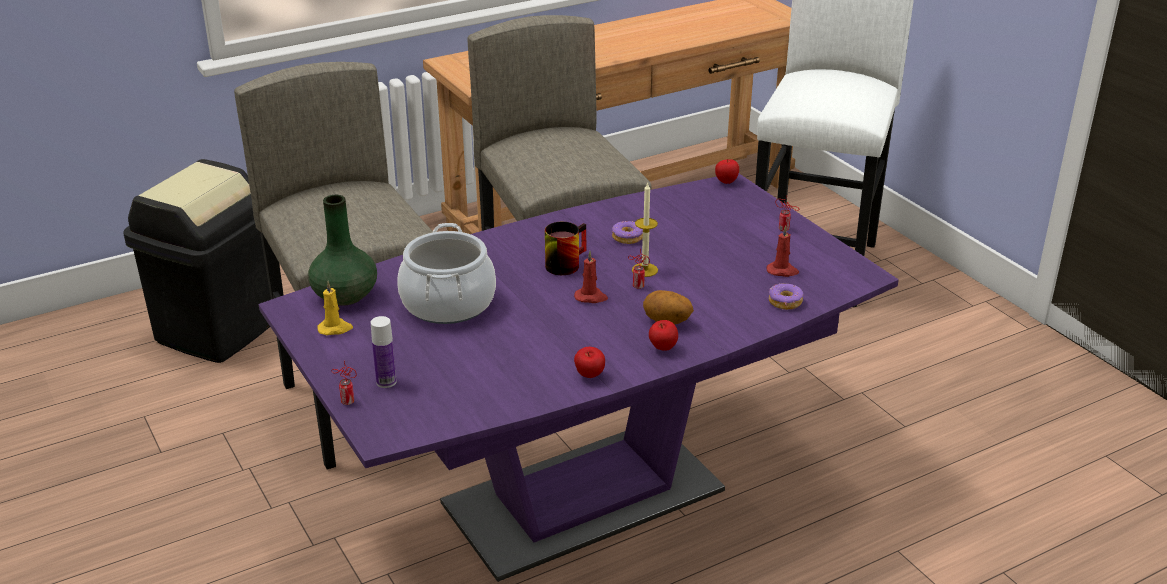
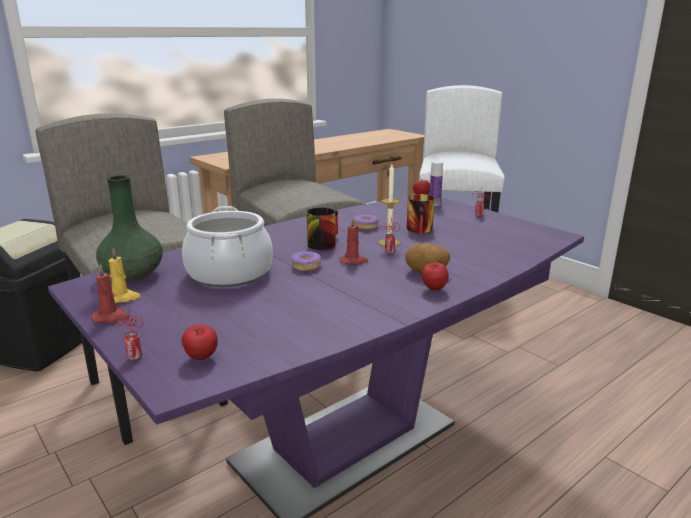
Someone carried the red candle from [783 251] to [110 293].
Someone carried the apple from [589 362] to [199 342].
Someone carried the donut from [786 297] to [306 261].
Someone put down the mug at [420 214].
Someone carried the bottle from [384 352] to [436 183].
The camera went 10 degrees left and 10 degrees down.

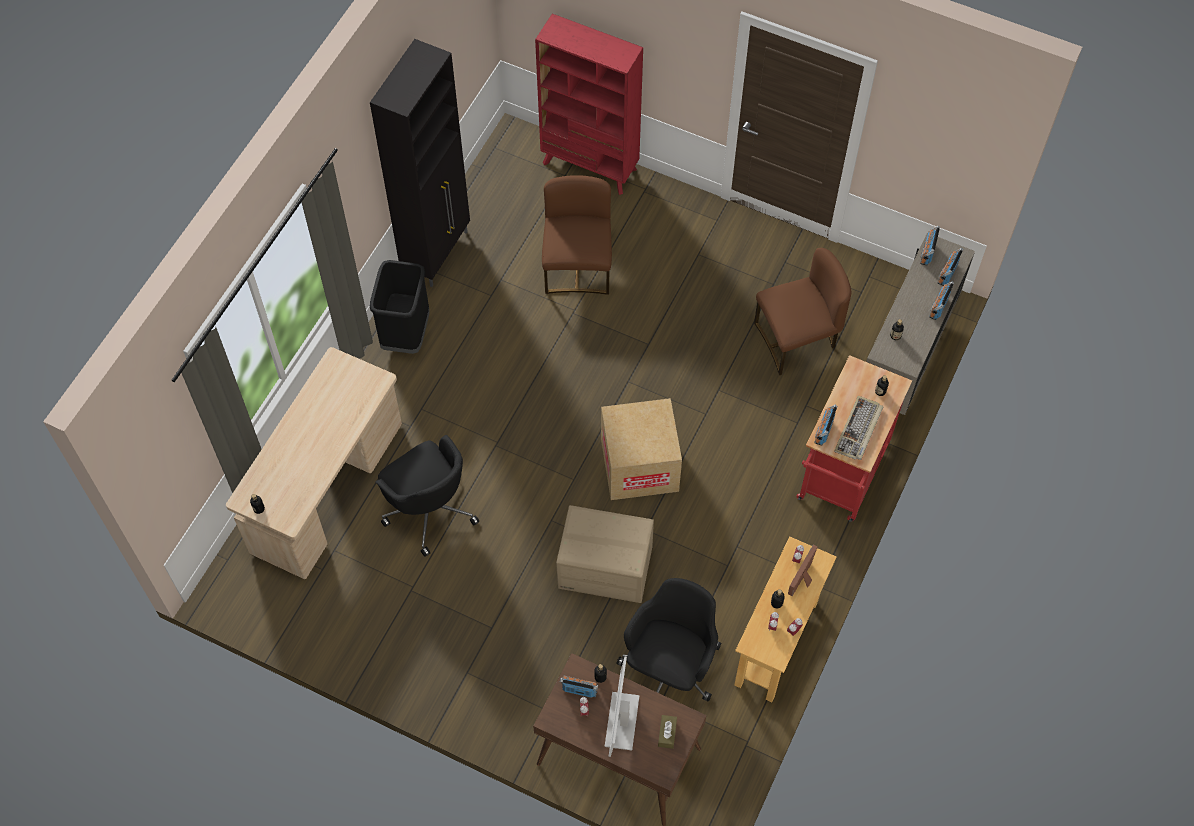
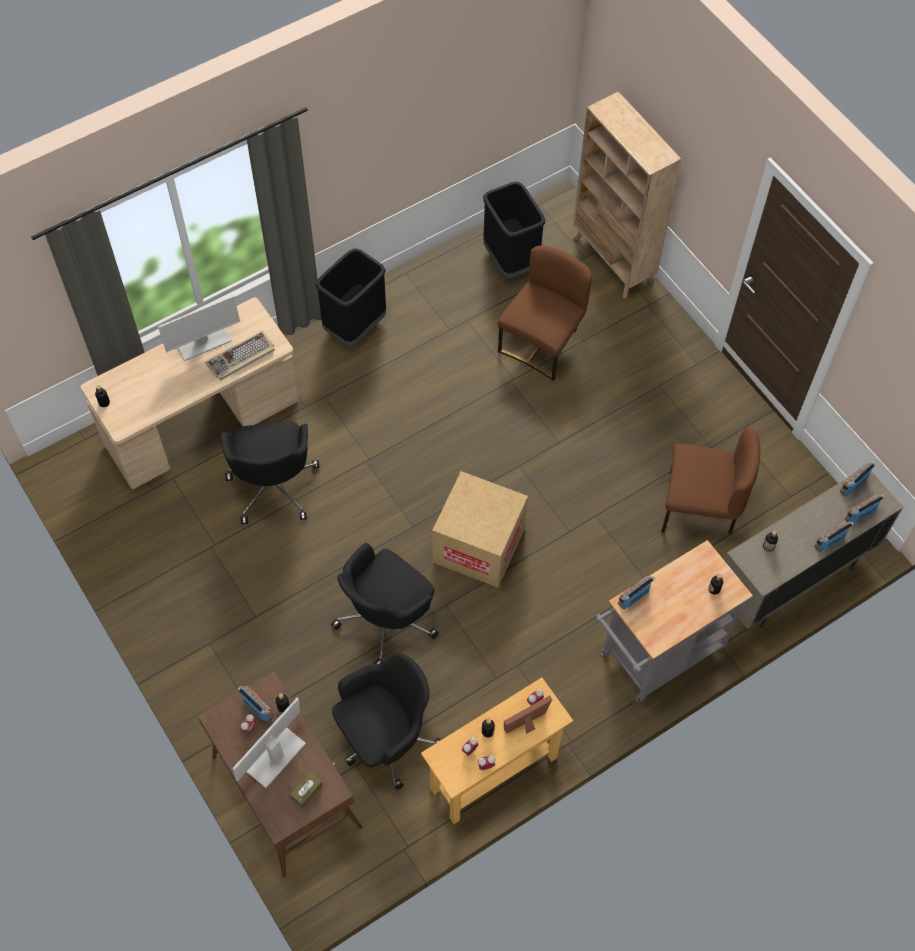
Someone put down the monitor at [199 328].
Someone carried the keyboard from [858 428] to [240 356].
Someone swapped the cardboard box at [605 554] for the black office chair at [384 603].
Someone put down the black trash can at [514 230].
Someone repainted the red bookcase at [589 104], which became the beige bookcase at [627 194].
Someone repainted the red cart at [854 438], which became the grey cart at [674 621].
Someone took away the black cabinet at [420 163].
The camera went 30 degrees right and 0 degrees up.

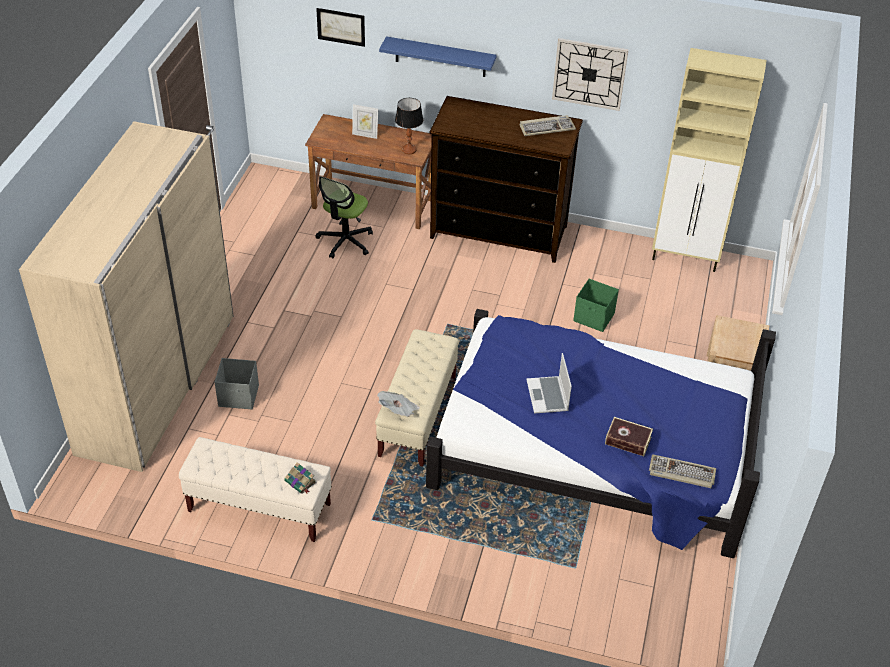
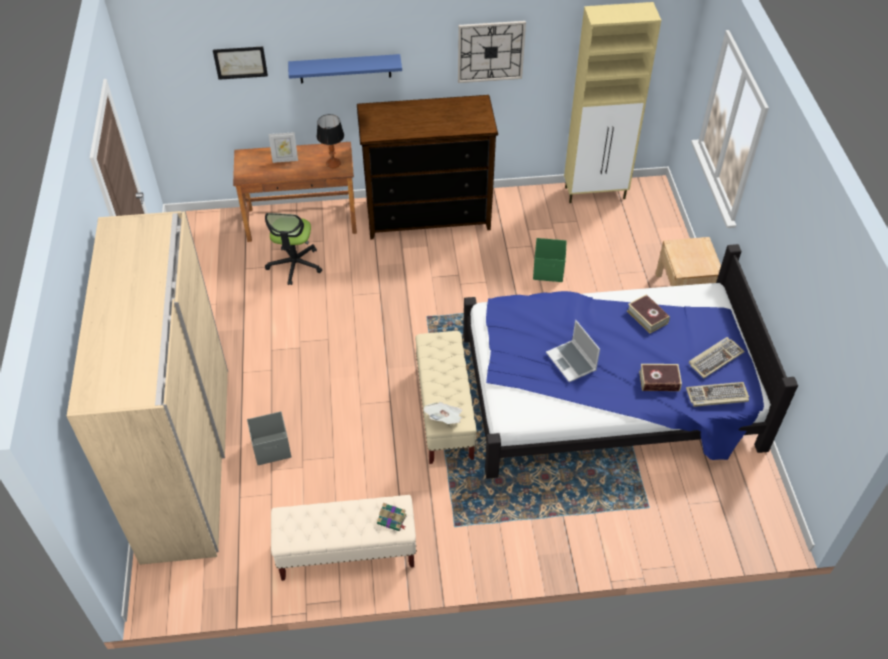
Someone put down the book at [648 314].
Someone carried the keyboard from [548 125] to [717 357].
The camera went 20 degrees left and 5 degrees up.

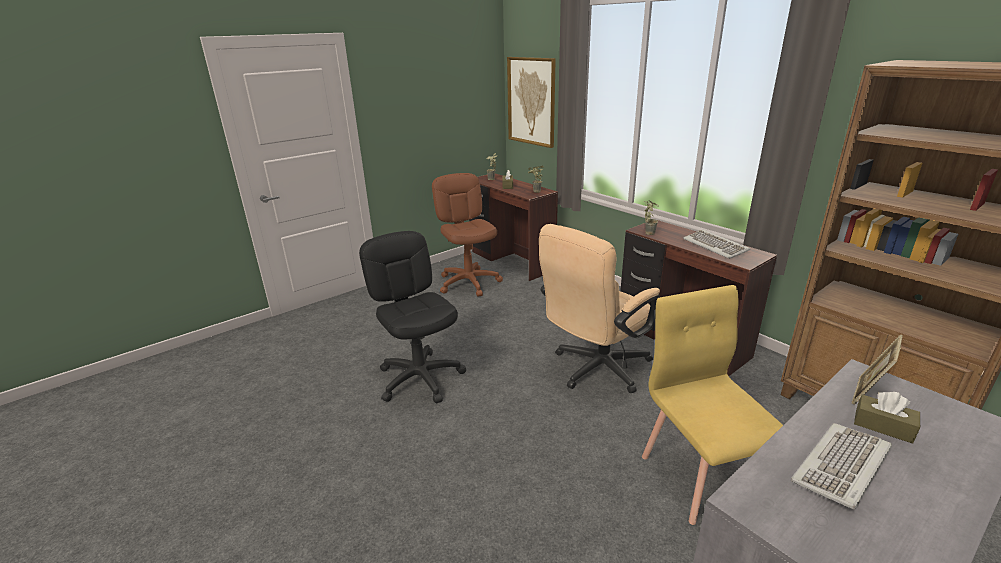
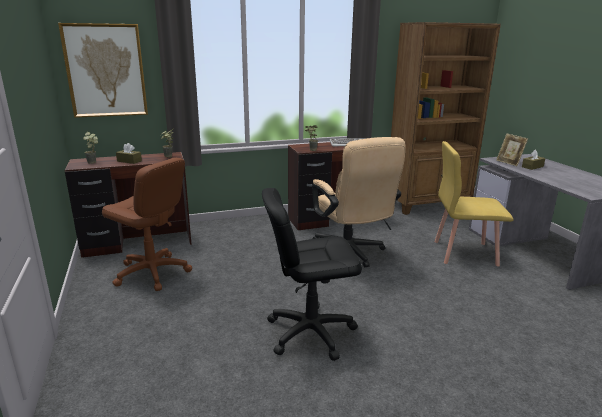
Someone rotated the brown office chair at [467 235] by 150 degrees counterclockwise.
Someone took away the keyboard at [841 466].
The camera went 70 degrees left and 5 degrees down.

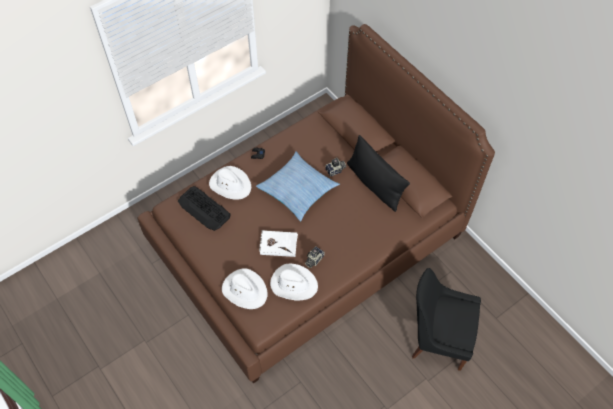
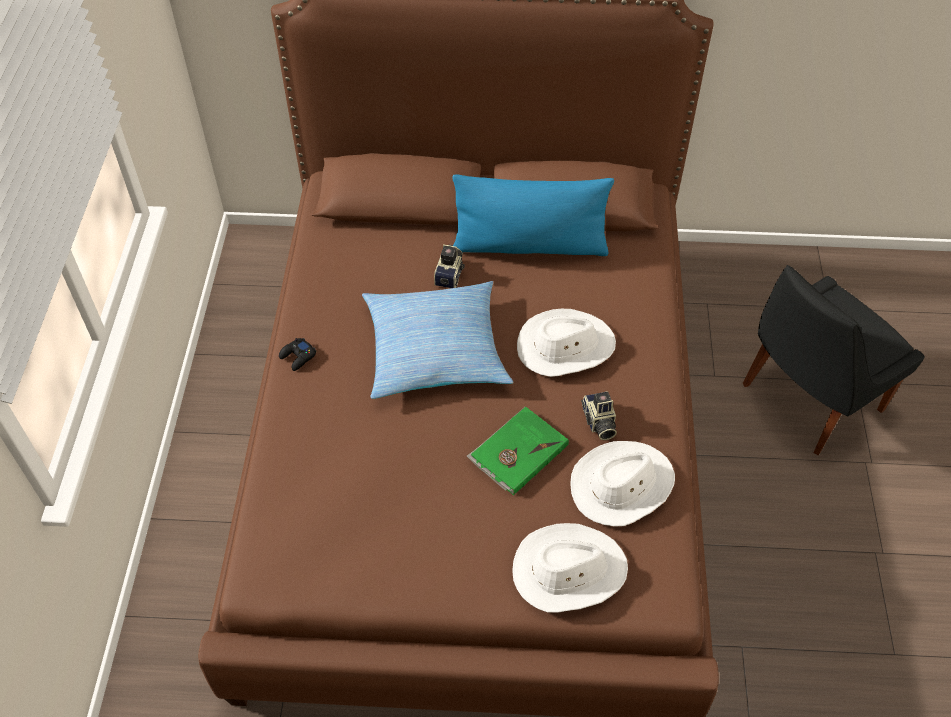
Someone repainted the black pillow at [378 173], which became the blue pillow at [533 215].
Someone repainted the white book at [278 243], which became the green book at [518 451].
Someone carried the white hat from [230 183] to [566 343].
Someone took away the keyboard at [204 208].
The camera went 50 degrees left and 5 degrees down.

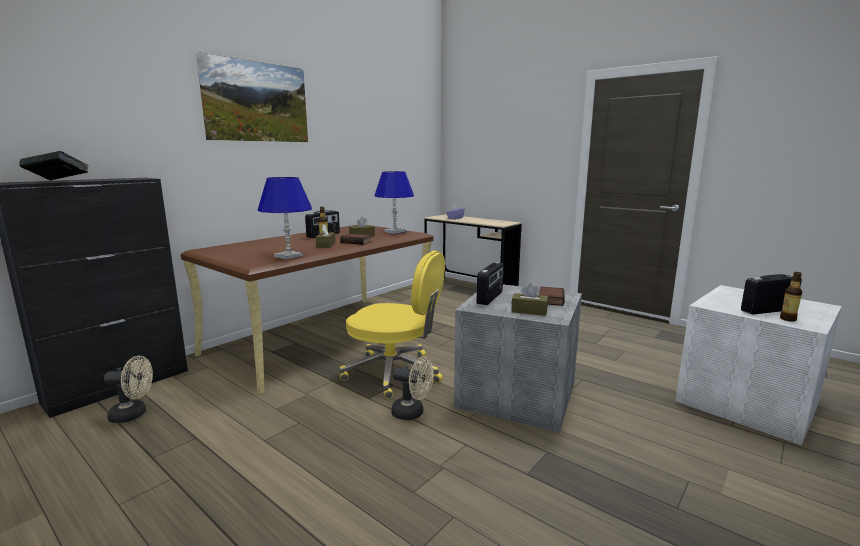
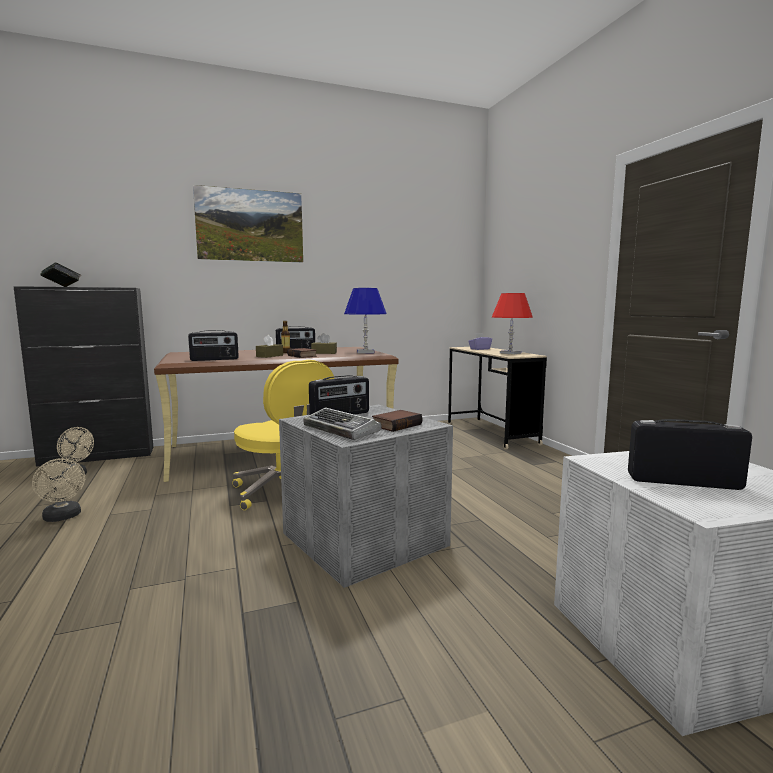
Someone carried the beige fan from [412 388] to [58 490].
Someone swapped the blue table lamp at [285 218] for the radio at [213 345].
Someone swapped the brown tissue box at [529 300] for the keyboard at [342 423].
Someone put down the red table lamp at [512 324].
Someone took away the bottle at [791 297].
The camera went 30 degrees right and 5 degrees down.

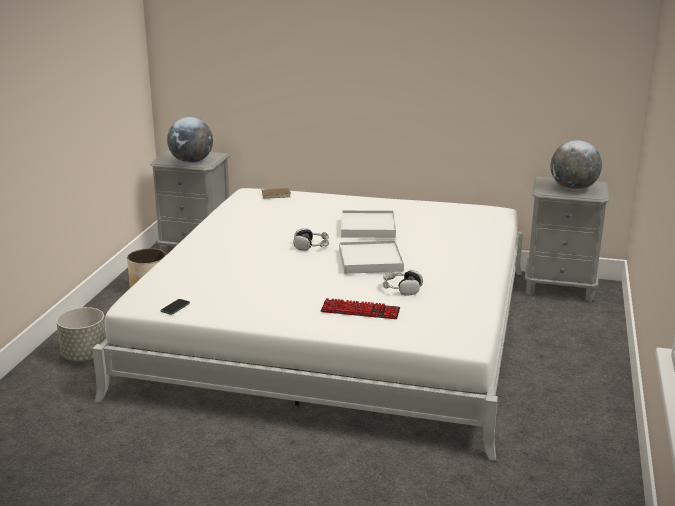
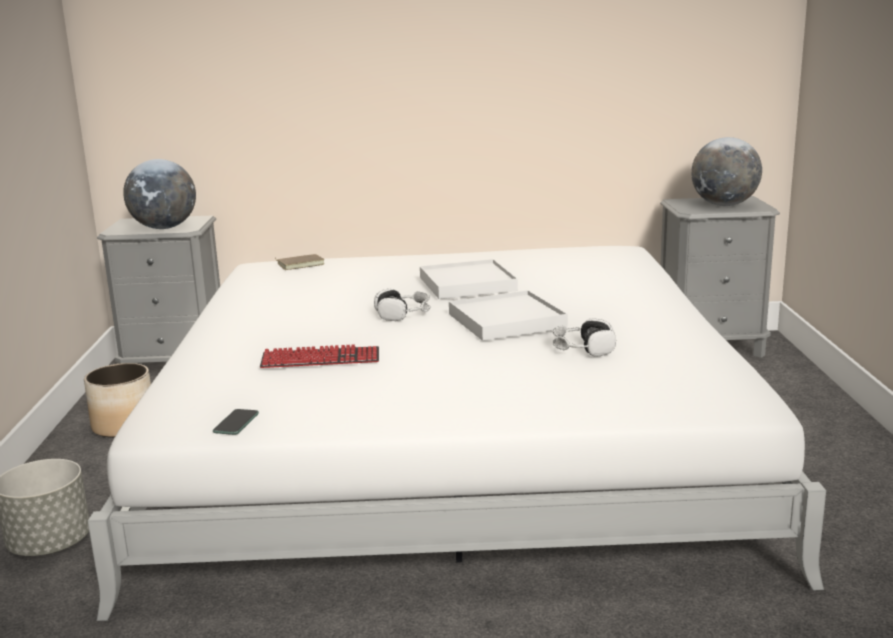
Someone carried the keyboard from [360 308] to [319 356].
The camera went 15 degrees left and 5 degrees down.

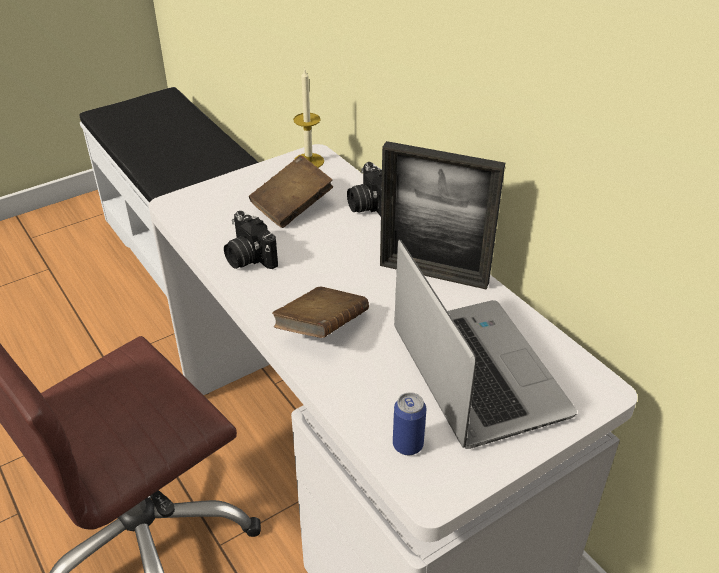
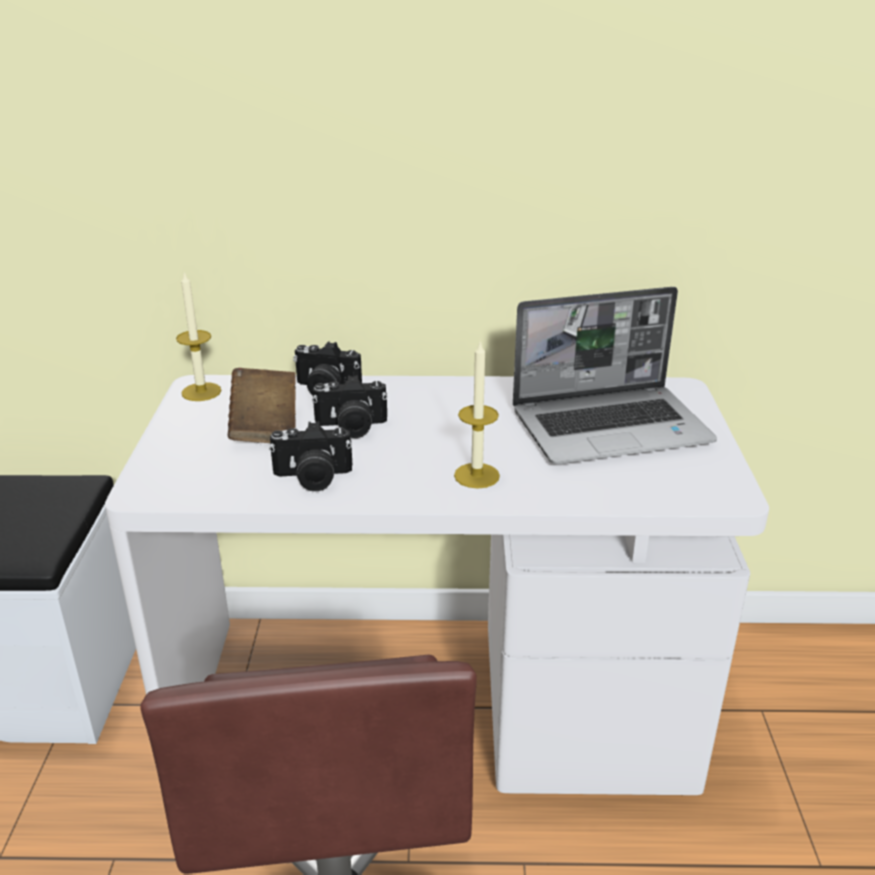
Someone put down the photo camera at [350 406].
Someone swapped the brown book at [320 312] for the candle at [477 414].
Someone rotated the laptop at [485 344] by 150 degrees clockwise.
Someone took away the picture frame at [442 215].
Someone took away the can at [410 423].
The camera went 55 degrees left and 10 degrees down.

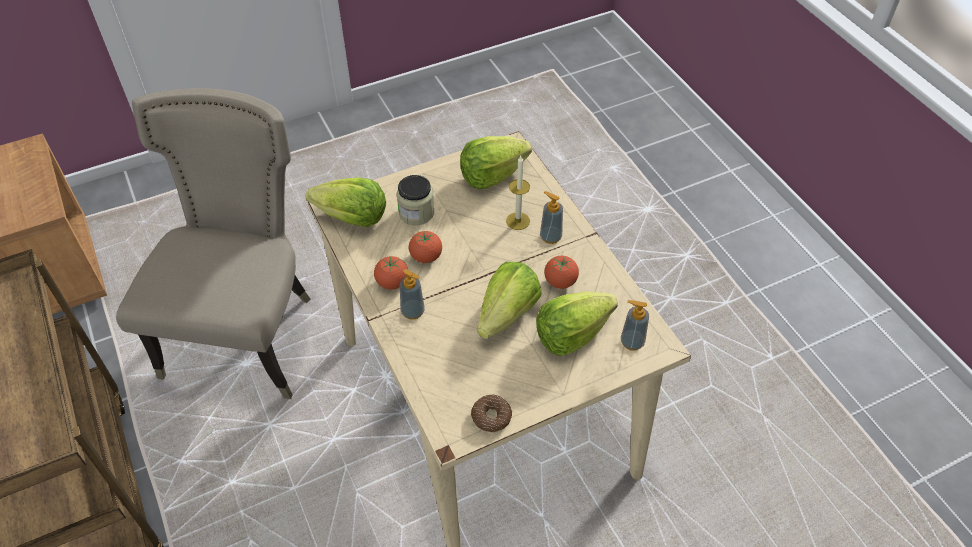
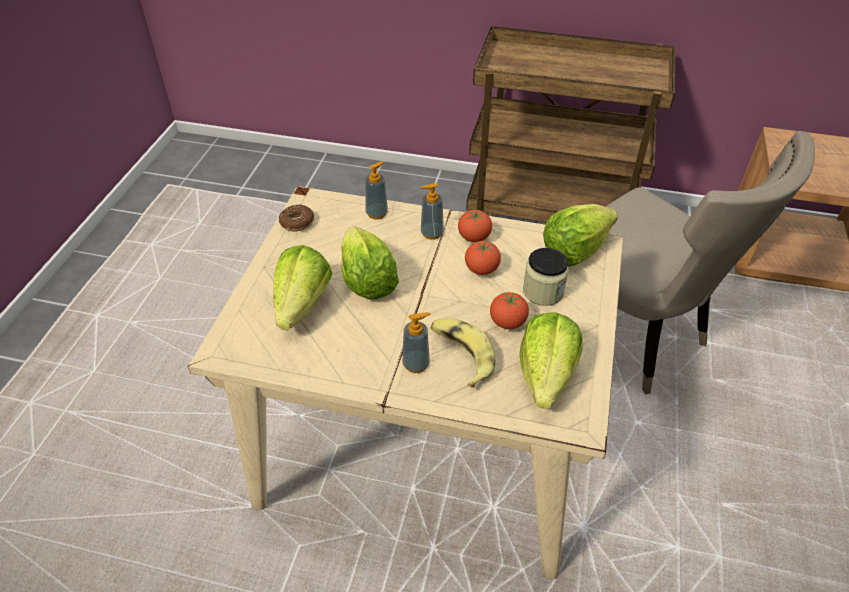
Someone carried the soap dispenser from [635 325] to [376 190].
Someone swapped the candle at [518 193] for the banana at [462 353].
Someone carried the tomato from [561 272] to [509 310].
The camera went 130 degrees right and 5 degrees down.

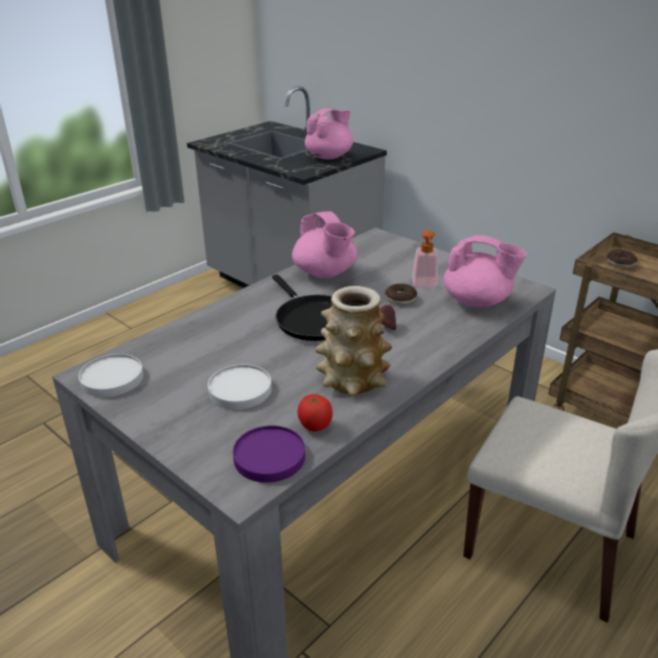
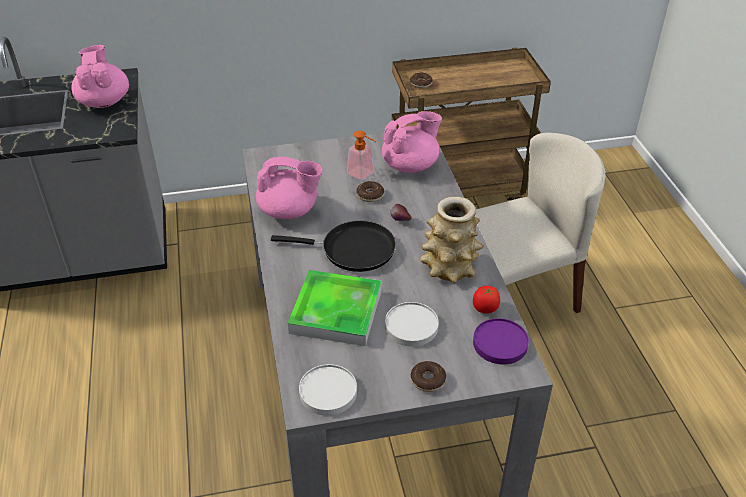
Someone put down the tray at [335 308].
Someone put down the donut at [428 376].
The camera went 55 degrees left and 10 degrees up.

